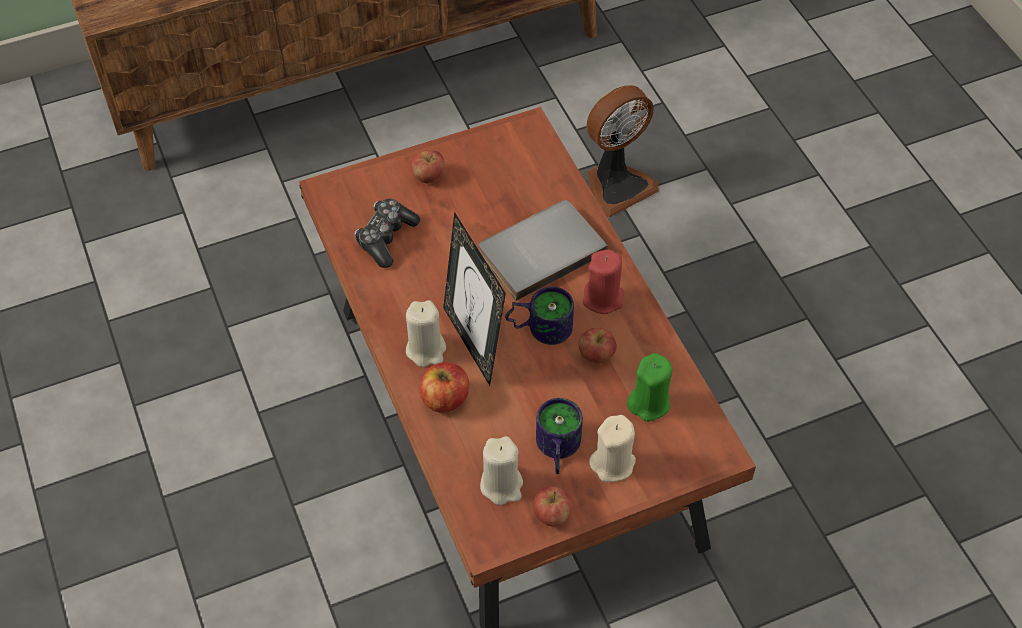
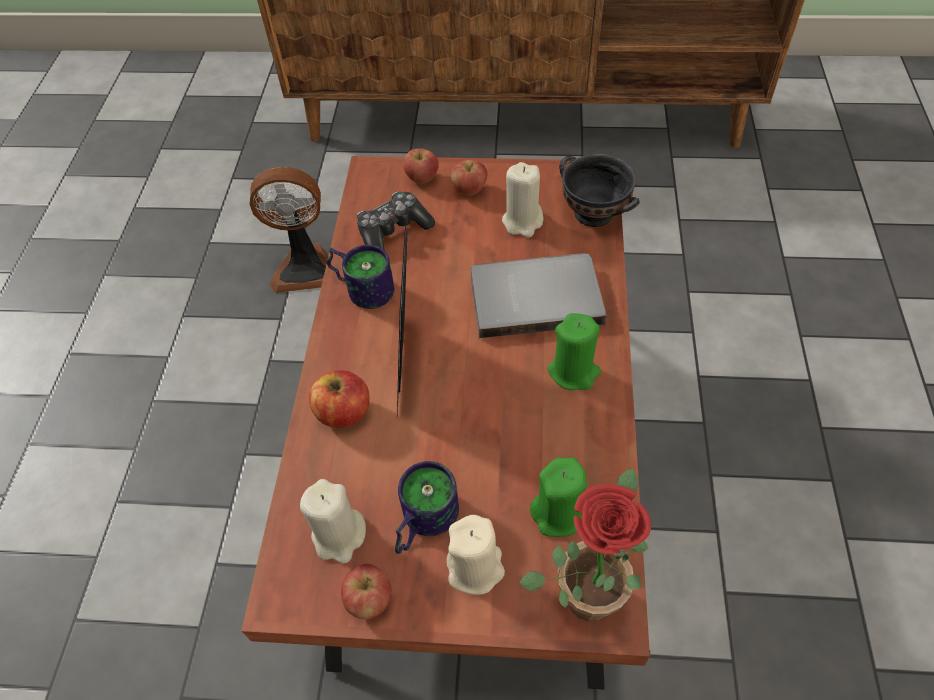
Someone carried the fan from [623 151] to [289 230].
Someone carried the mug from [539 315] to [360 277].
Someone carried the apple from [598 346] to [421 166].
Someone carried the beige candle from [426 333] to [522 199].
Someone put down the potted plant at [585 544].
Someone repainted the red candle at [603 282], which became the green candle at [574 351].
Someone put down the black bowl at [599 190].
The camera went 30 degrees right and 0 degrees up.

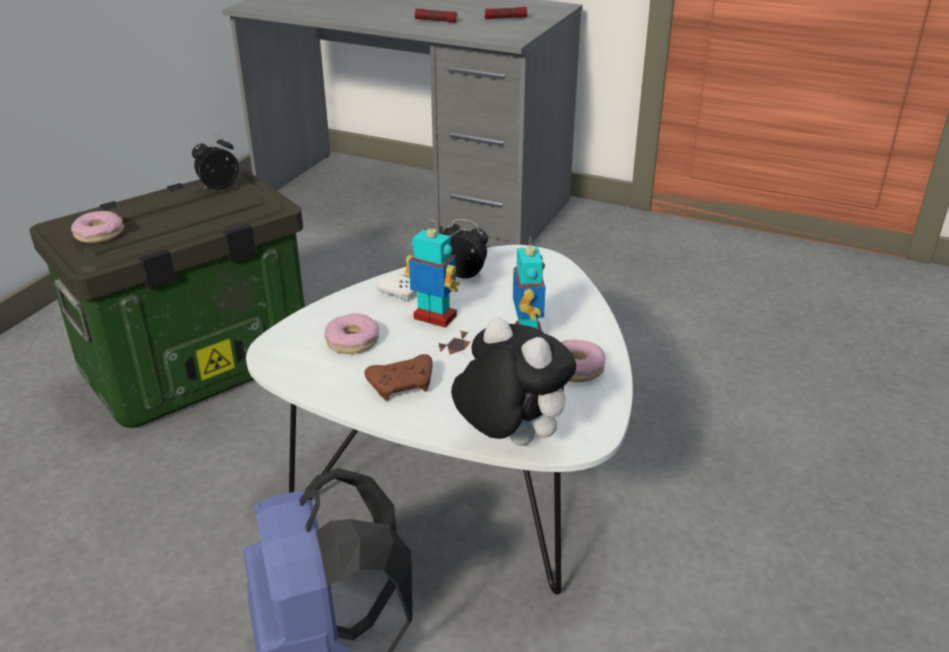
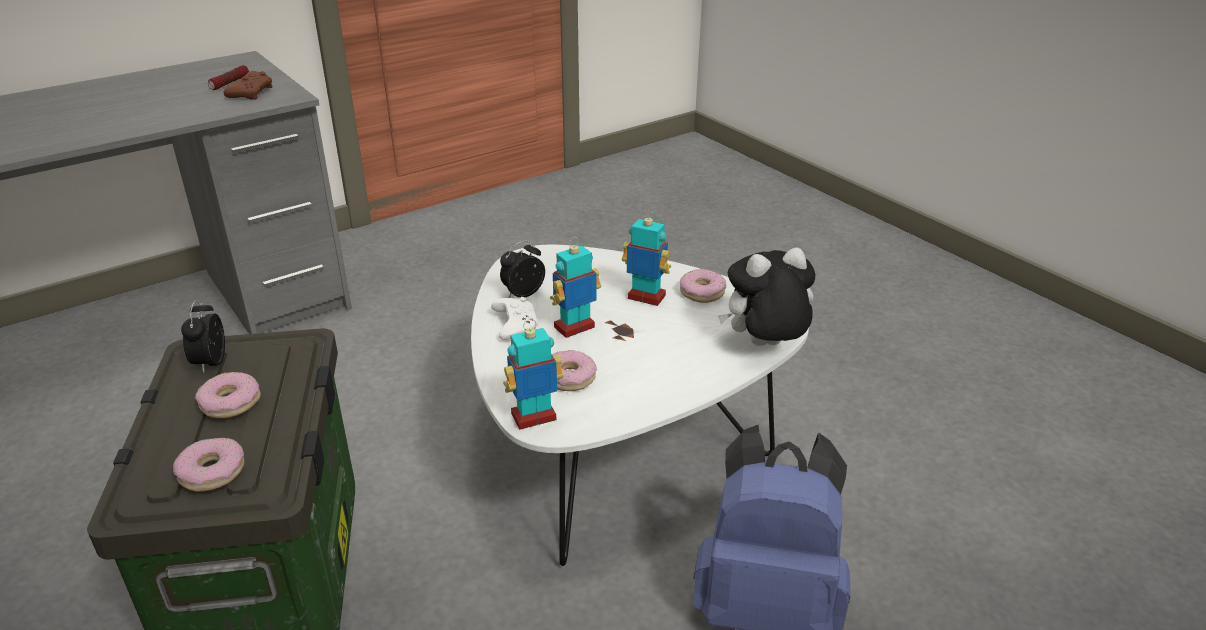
Someone put down the donut at [228 395].
Someone carried the brown game controller from [399 377] to [248 85].
Someone put down the toy robot at [533 374].
Someone took away the flashlight at [436 15].
The camera went 60 degrees left and 0 degrees up.

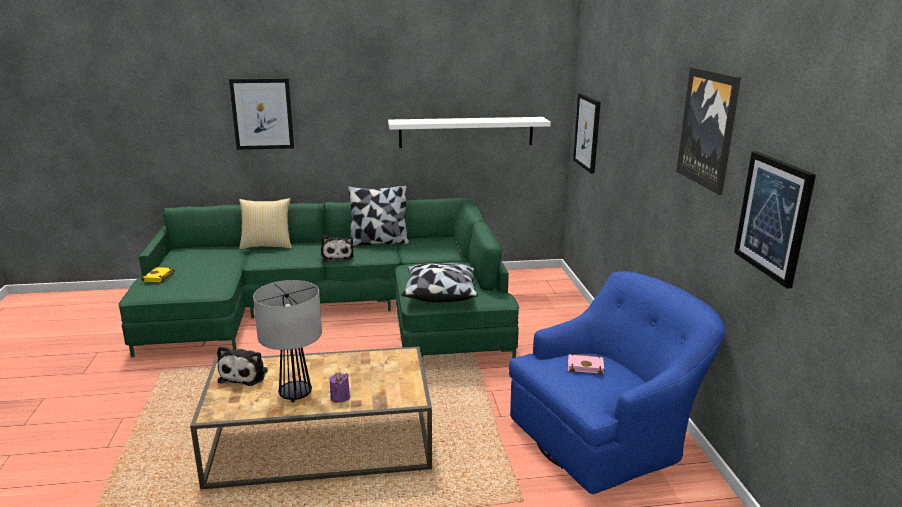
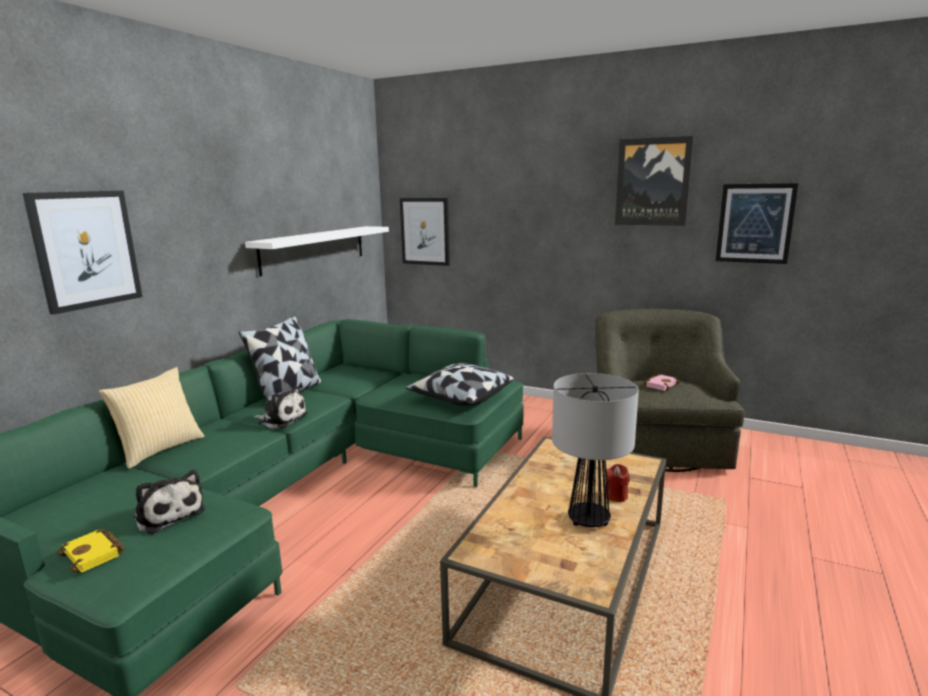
Someone carried the plush toy from [242 366] to [169 502].
Someone repainted the blue armchair at [617 382], which became the green armchair at [669 390].
Someone repainted the purple candle at [340 387], which became the red candle at [617 483].
The camera went 55 degrees left and 5 degrees down.

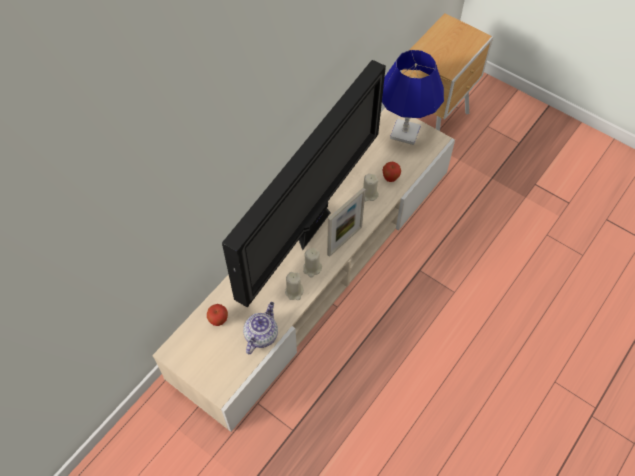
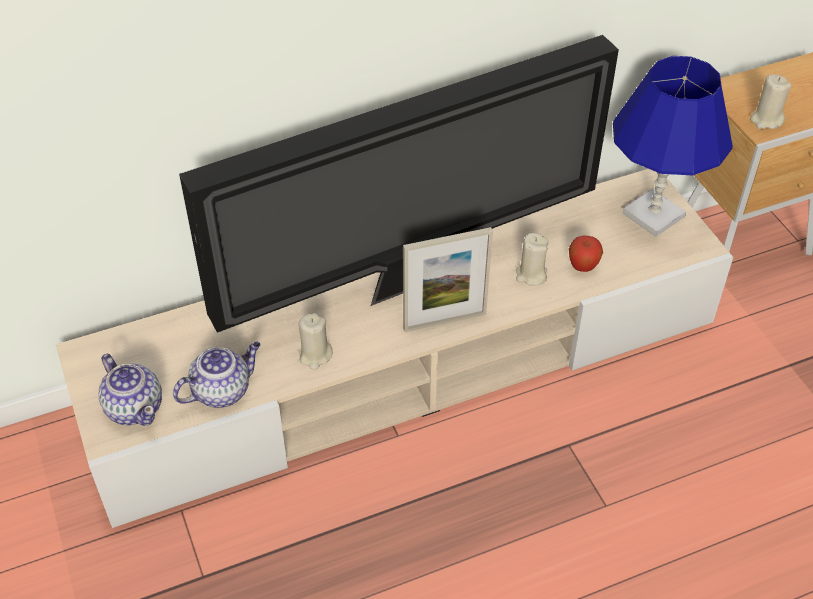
Someone put down the teapot at [130 390].
Someone carried the beige candle from [312 263] to [770 101].
Someone took away the apple at [217 315].
The camera went 30 degrees right and 10 degrees down.

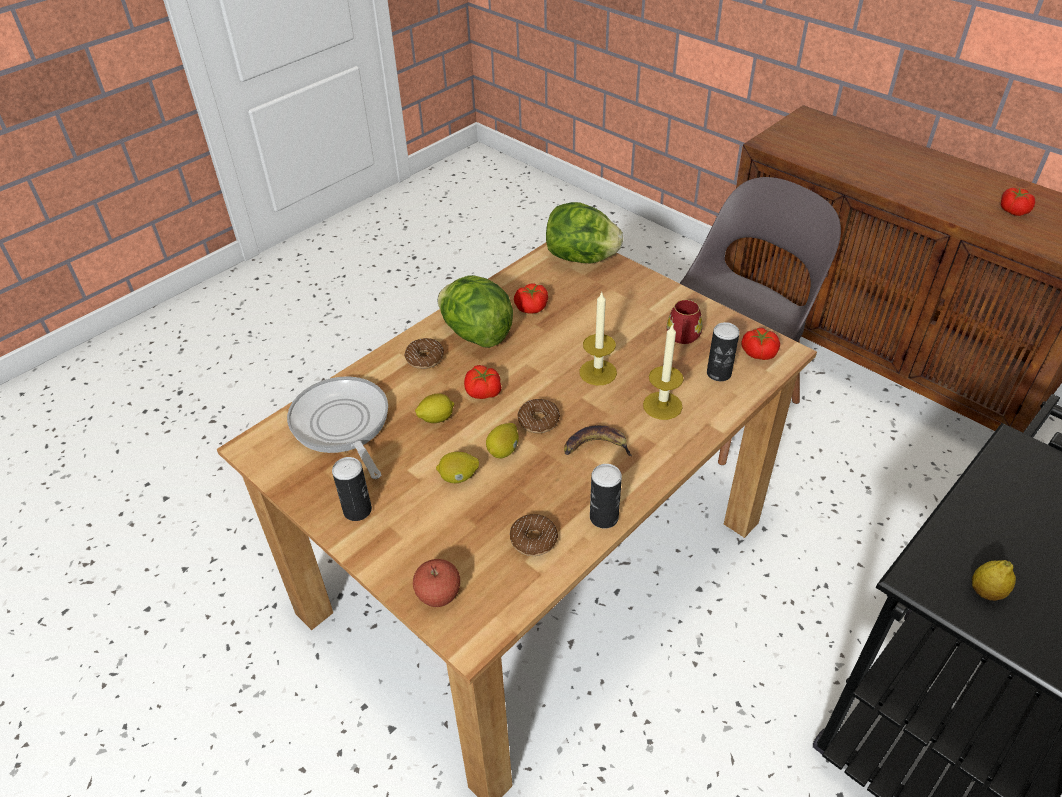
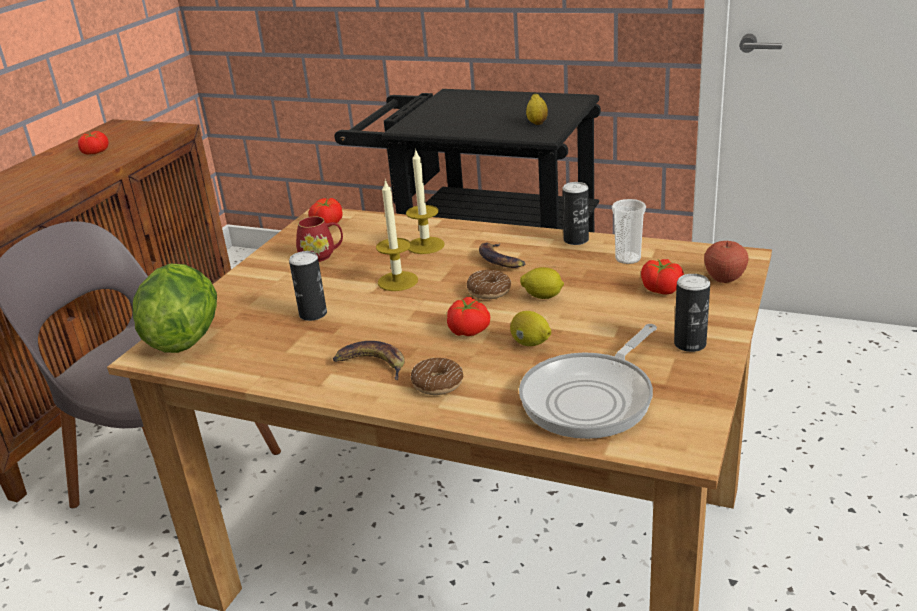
Someone carried the can from [723 351] to [308 286].
Someone swapped the lettuce at [475 311] for the banana at [369 360].
Someone swapped the donut at [534 535] for the cup at [629 231].
Someone carried the tomato from [531 298] to [662 277].
Someone took away the lemon at [457 467].
The camera went 110 degrees left and 15 degrees down.

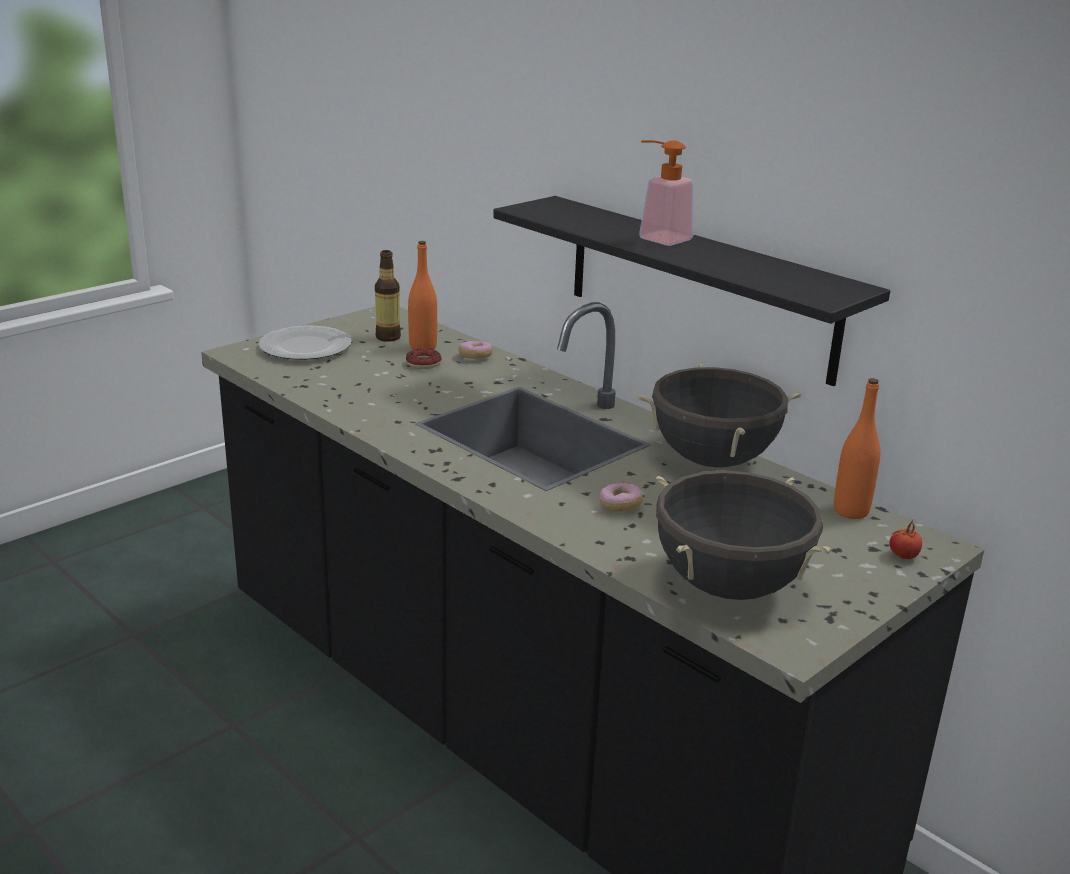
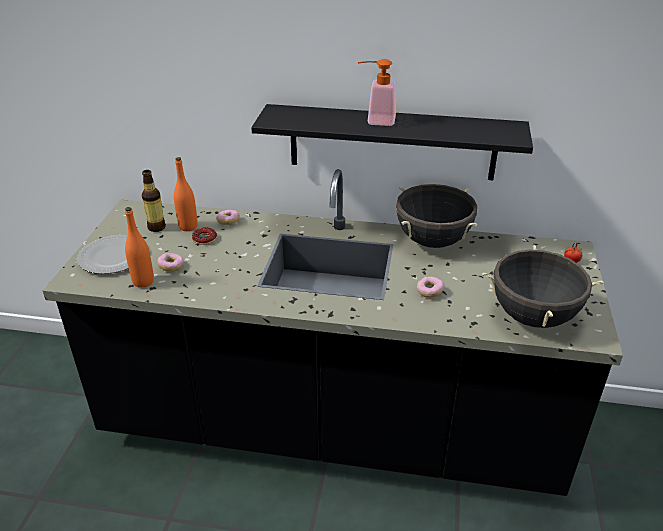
Someone carried the orange bottle from [857 448] to [139 247].
Someone put down the donut at [171 262].
The camera went 35 degrees left and 10 degrees up.

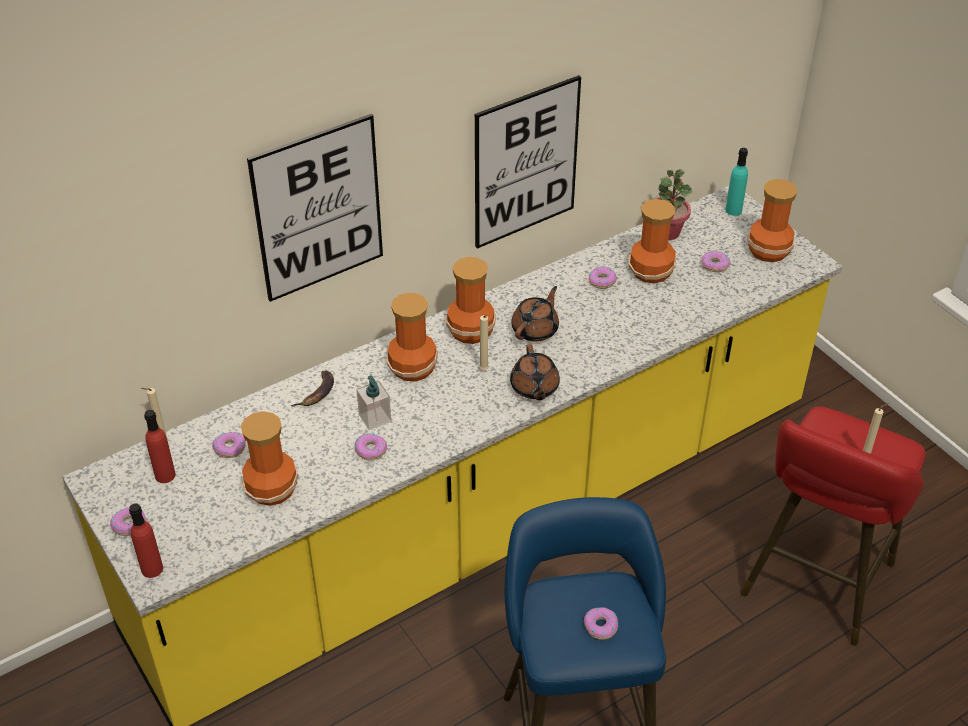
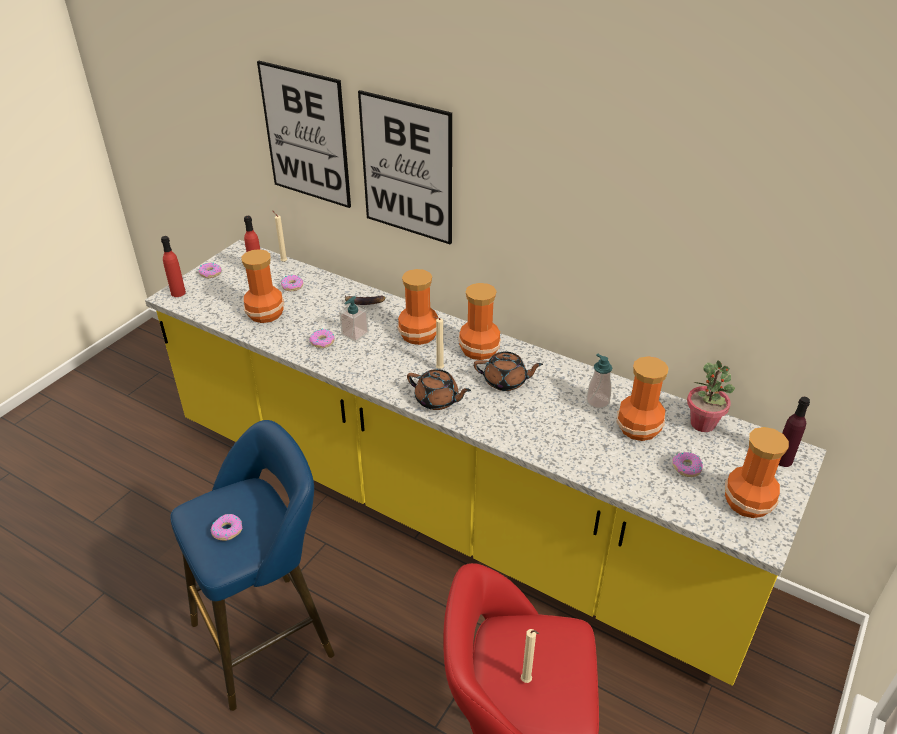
Someone carried the picture from [528 162] to [304 134].
Someone rotated the brown teapot at [535 372] by 120 degrees counterclockwise.
Someone swapped the donut at [602 277] for the soap dispenser at [599 381].
Someone repainted the turquoise bottle at [736 182], which became the purple bottle at [794 432].
The camera went 65 degrees right and 5 degrees down.

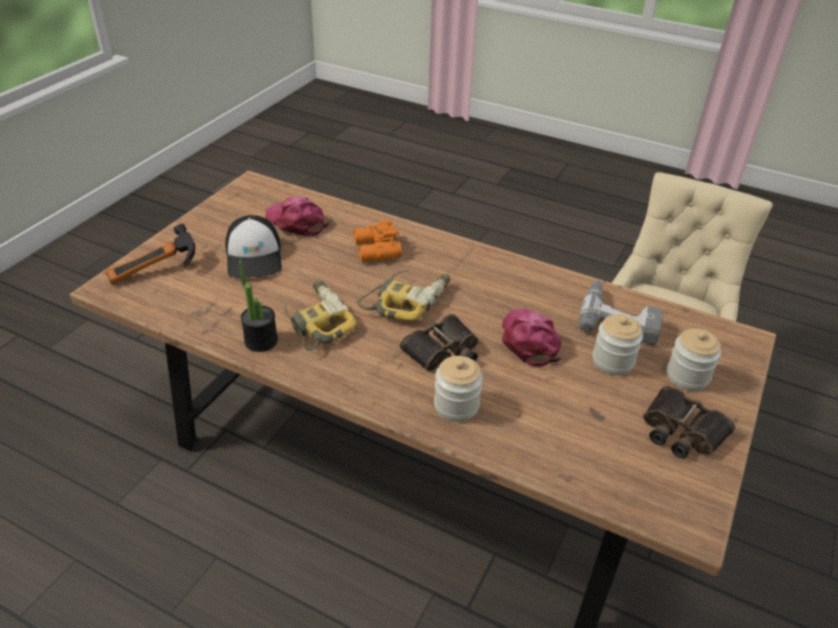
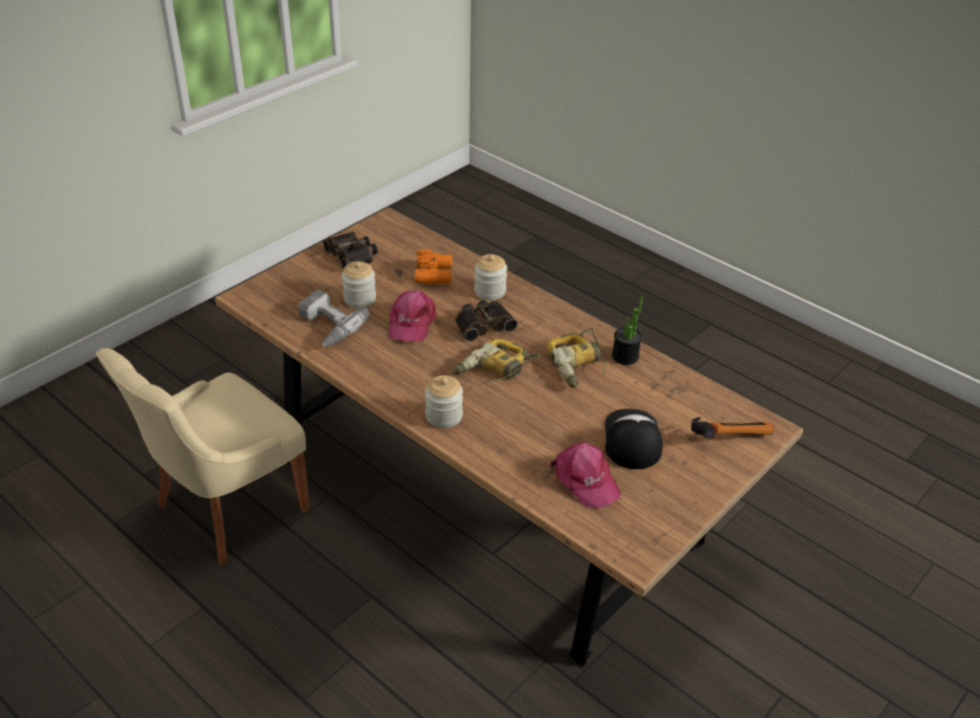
Someone carried the orange binoculars from [378 241] to [433 266].
Someone carried the jar from [694 360] to [444 401].
The camera went 165 degrees left and 0 degrees up.

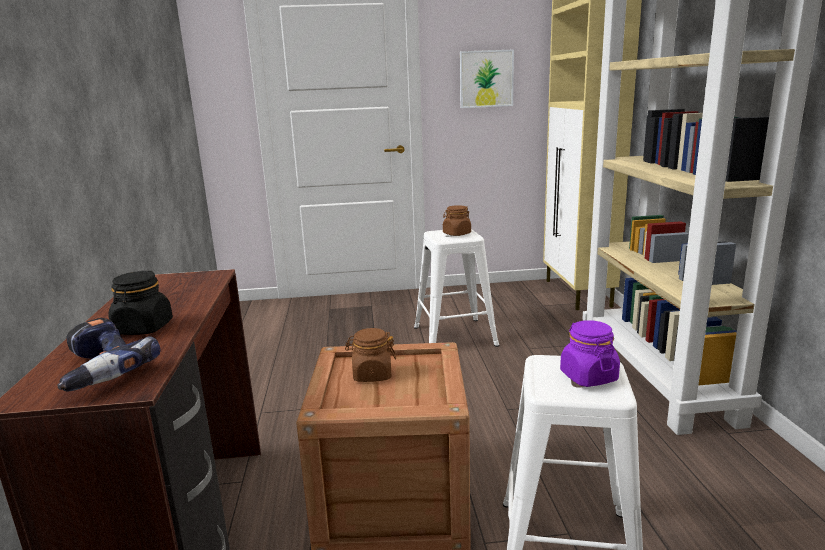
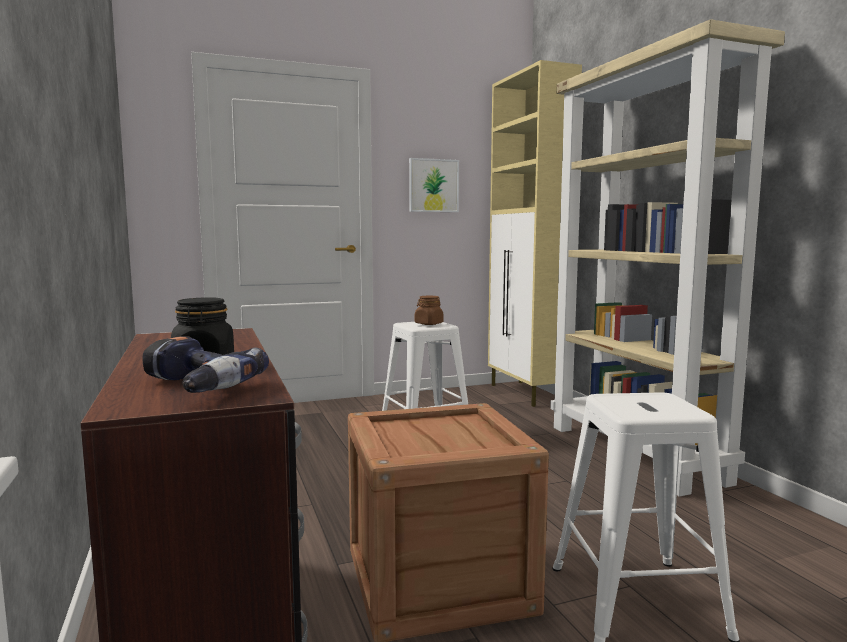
Someone took away the brown jar at [370 355].
Someone took away the purple jar at [590 353].
The camera went 15 degrees left and 10 degrees down.

